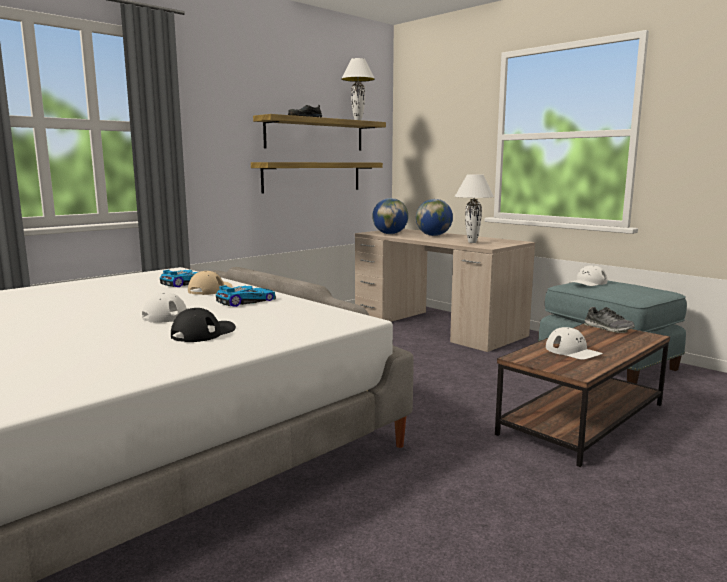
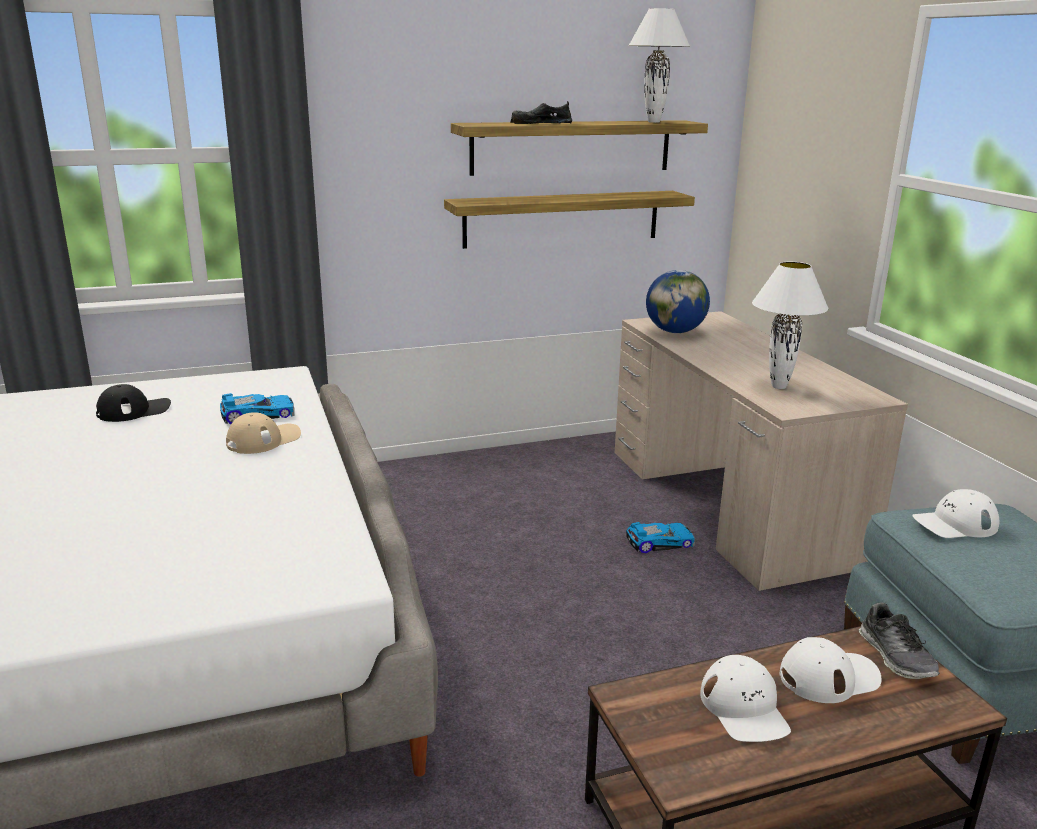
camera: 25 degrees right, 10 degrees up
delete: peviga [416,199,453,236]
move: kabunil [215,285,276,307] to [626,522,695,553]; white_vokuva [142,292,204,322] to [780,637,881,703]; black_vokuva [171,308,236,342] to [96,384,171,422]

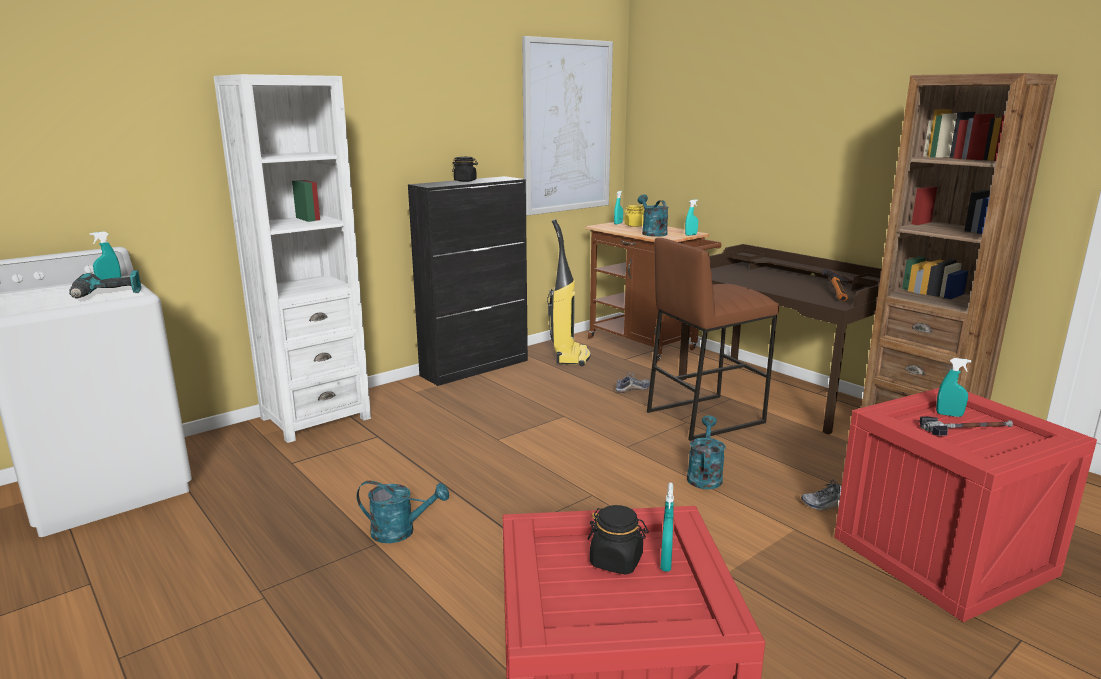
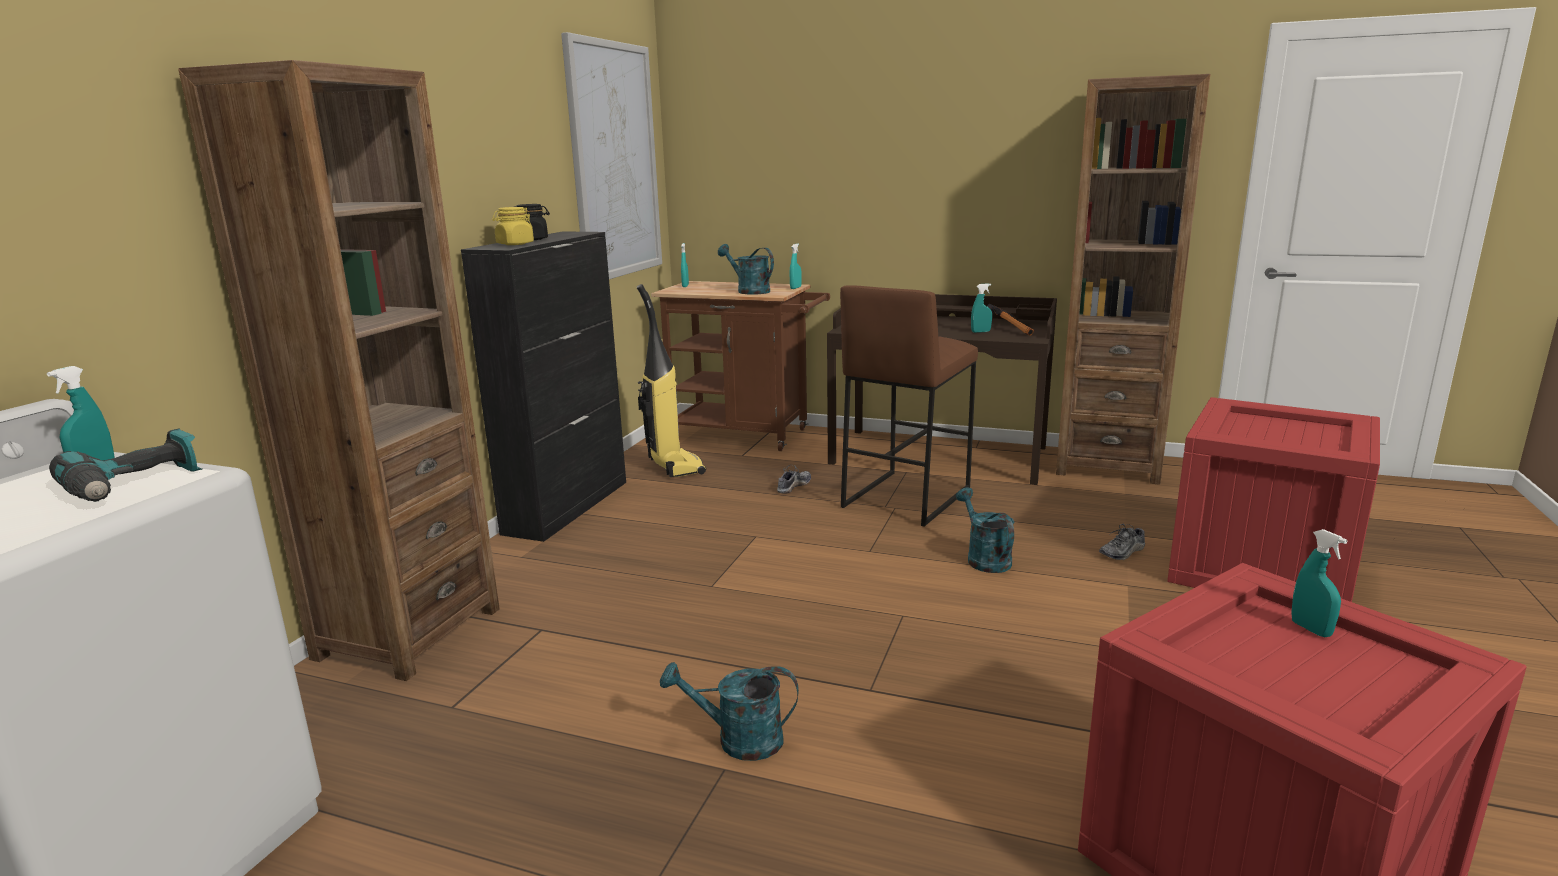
camera: 30 degrees left, 0 degrees up
delete: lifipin [920,416,1013,436]; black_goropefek [588,505,648,574]
move: yellow_goropefek [624,205,644,227] to [492,207,534,245]; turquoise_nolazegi [936,358,971,417] to [971,283,992,333]
recolor: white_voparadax [214,74,371,443] to brown_voparadax [178,60,500,681]
rotate: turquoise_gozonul [357,481,449,543] = [660,662,799,761] 150 degrees counterclockwise

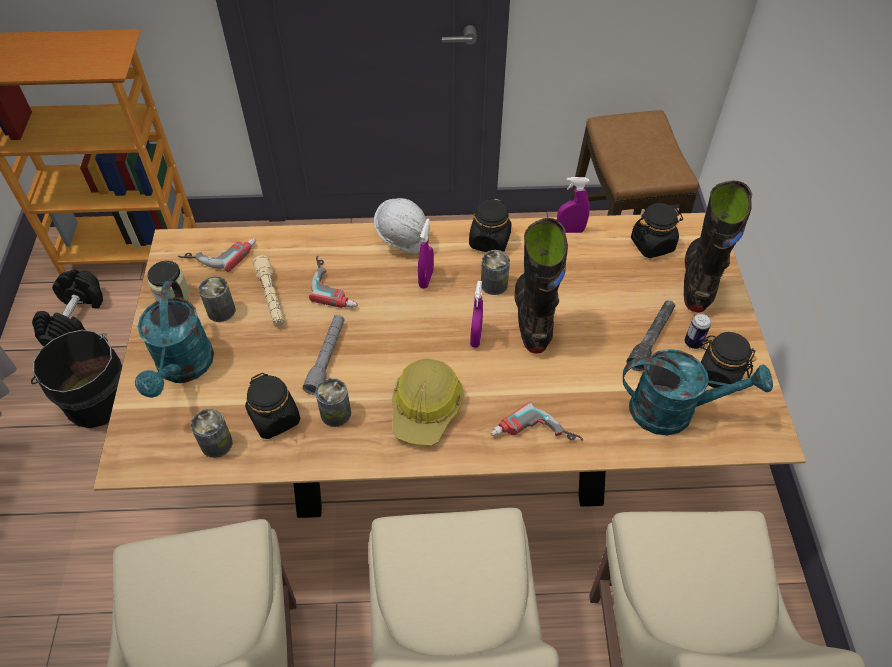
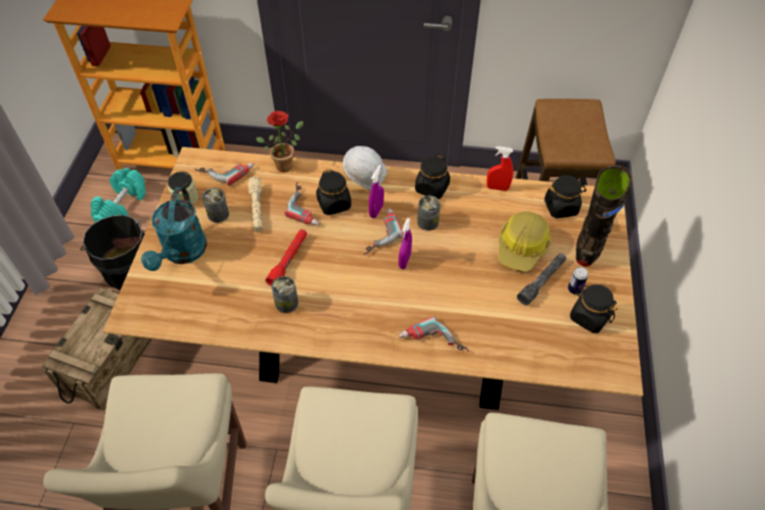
camera: 10 degrees right, 0 degrees up
delete: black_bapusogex [515,218,568,354]; turquoise_gozonul [623,349,773,435]; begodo [191,408,233,458]
insert: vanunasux [256,111,303,172]; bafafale [364,208,403,255]; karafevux [42,288,152,410]
move: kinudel [392,358,465,446] to [498,211,552,272]; black_goropefek [245,373,300,439] to [316,170,351,215]
recolor: purple_nolazegi [557,177,590,233] to red_nolazegi [487,146,513,191]; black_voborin [32,269,103,346] to turquoise_voborin [90,168,146,223]; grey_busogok [303,315,345,395] to red_busogok [265,229,307,286]

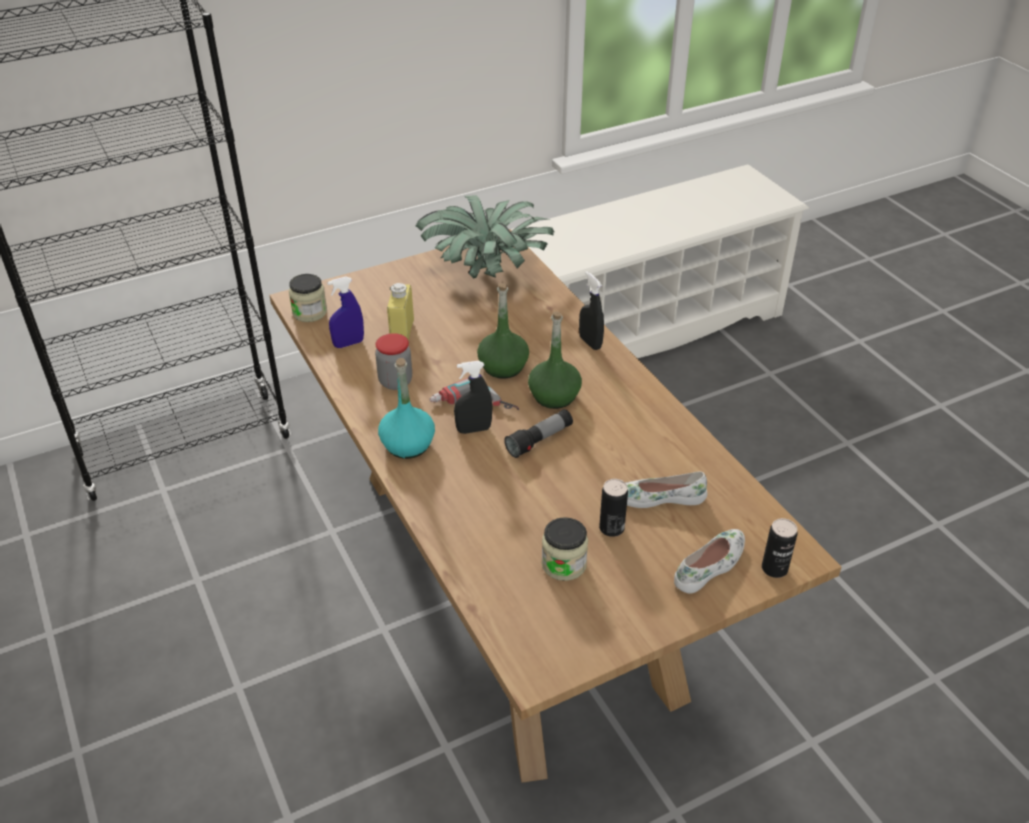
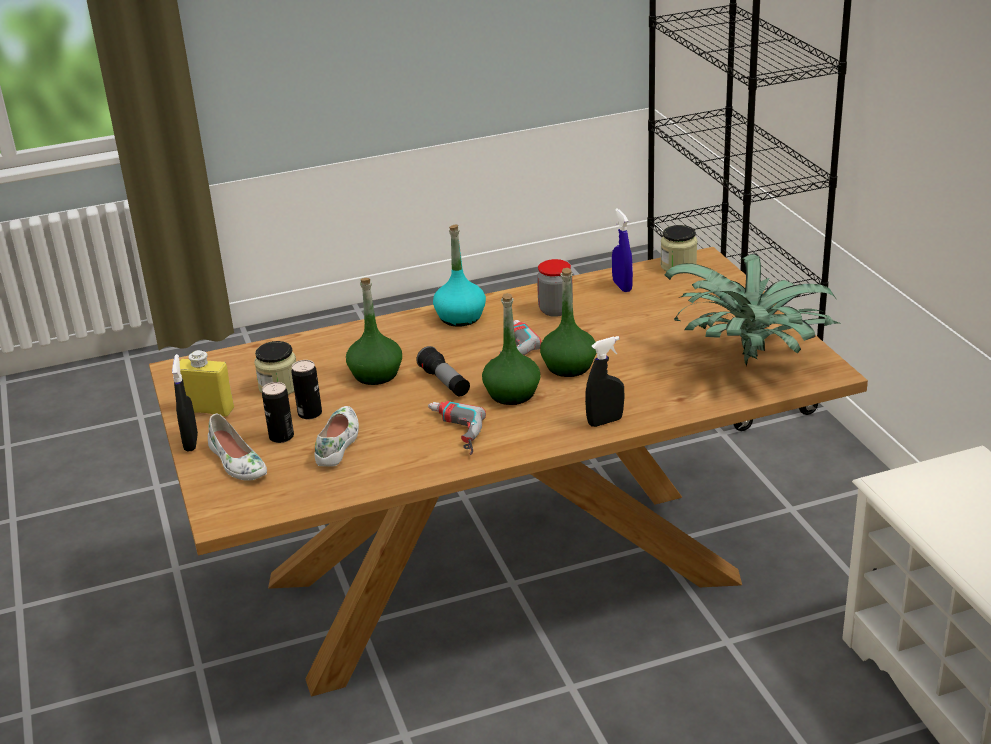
camera: 100 degrees right, 10 degrees down
insert: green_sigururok [346,278,402,385]; bafafale [428,401,486,455]
move: yellow_sigururok [387,283,414,341] to [179,350,234,417]; black_nolazegi [454,361,492,434] to [172,354,198,452]; begodo [762,518,798,578] to [262,382,294,443]

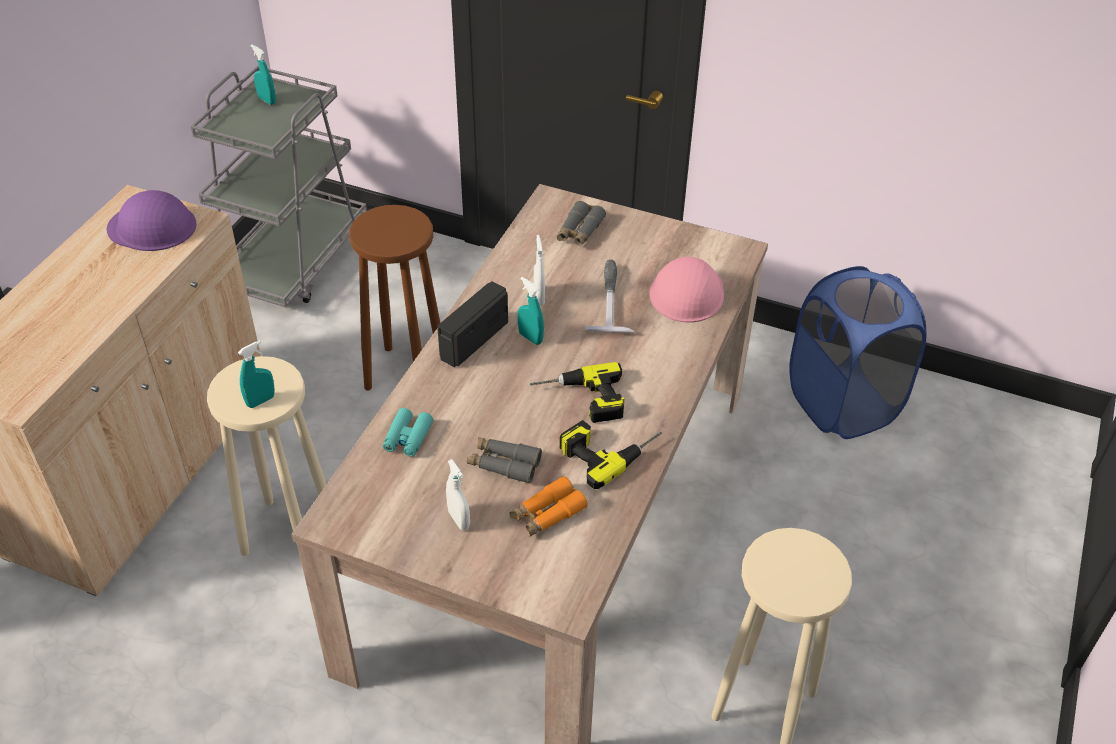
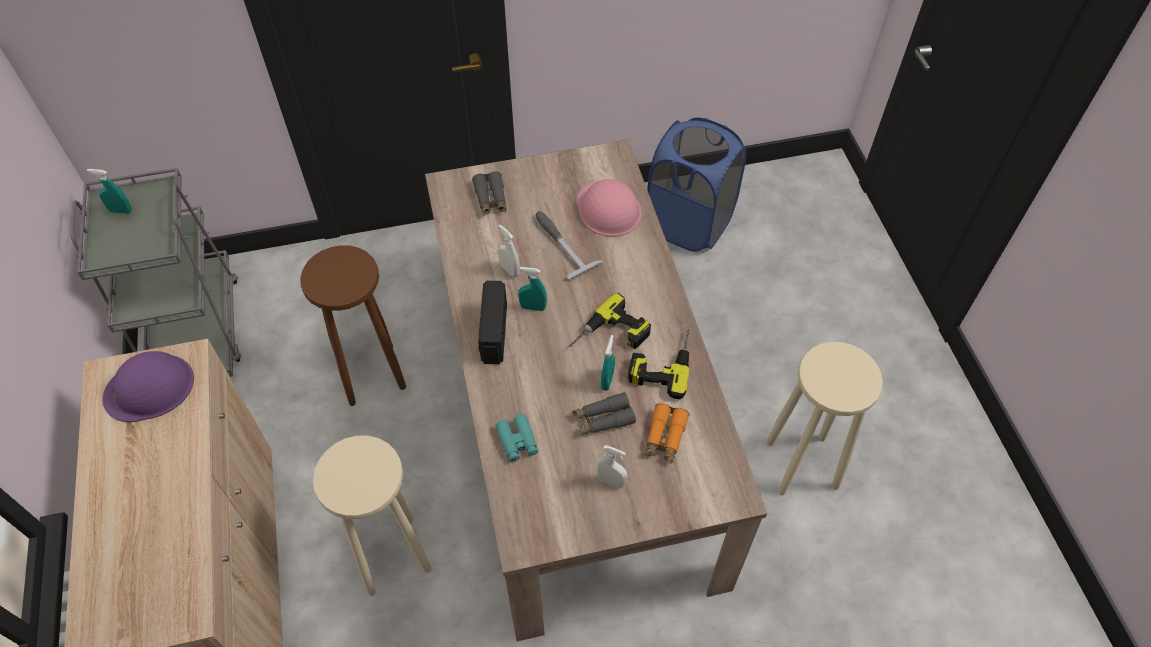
camera: 35 degrees left, 10 degrees up
move: turquoise_nolazegi [238,340,275,408] to [601,335,615,391]

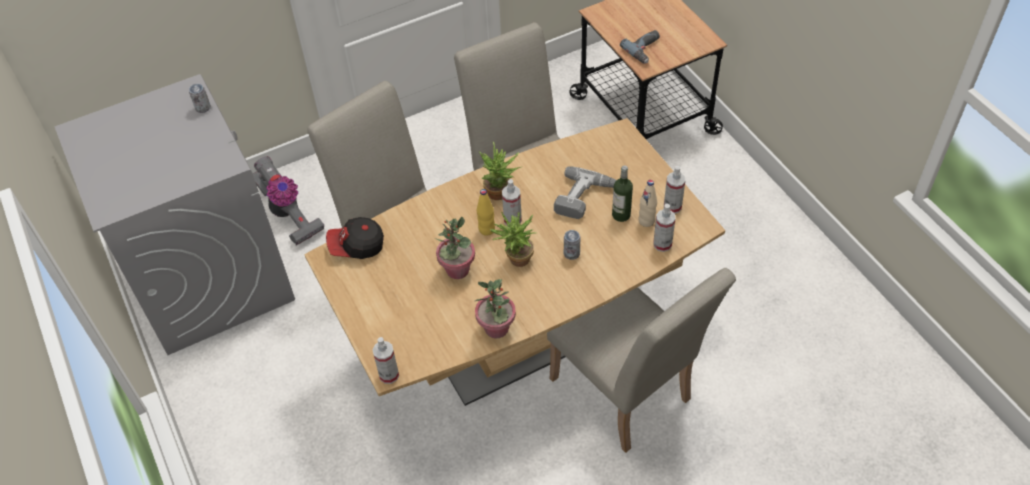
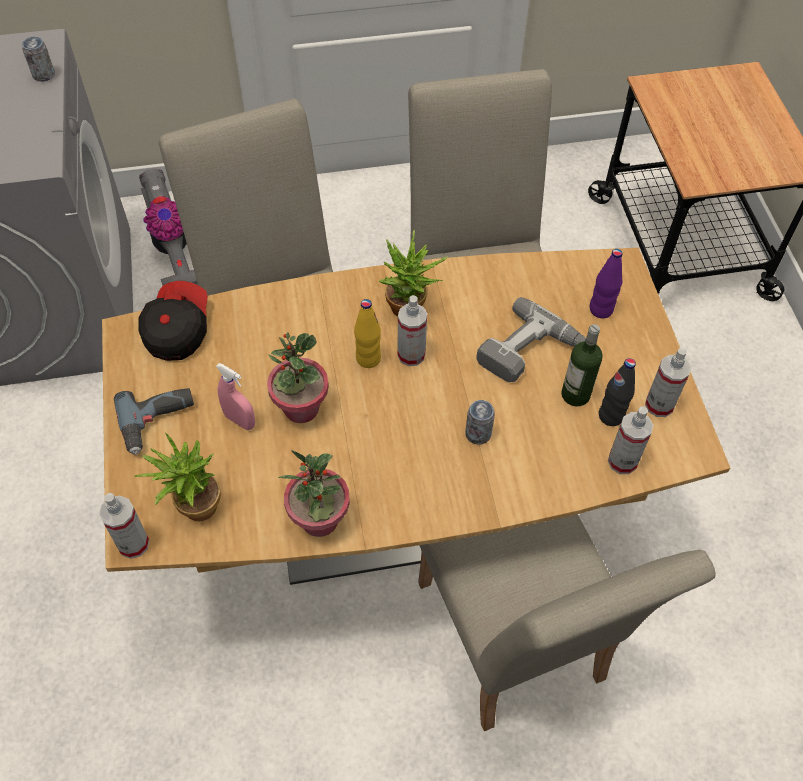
camera: 15 degrees right, 5 degrees up
insert: purple_sigururok [590,249,622,318]; pink_nolazegi [216,363,255,430]
move: bafafale [620,30,660,64] to [114,388,194,455]; vanunasux [490,212,536,267] to [135,433,221,521]
recolor: beige_sigururok [638,180,657,227] to black_sigururok [599,358,636,426]
rotate: vokuva [326,217,384,259] = [138,281,208,361] 90 degrees clockwise

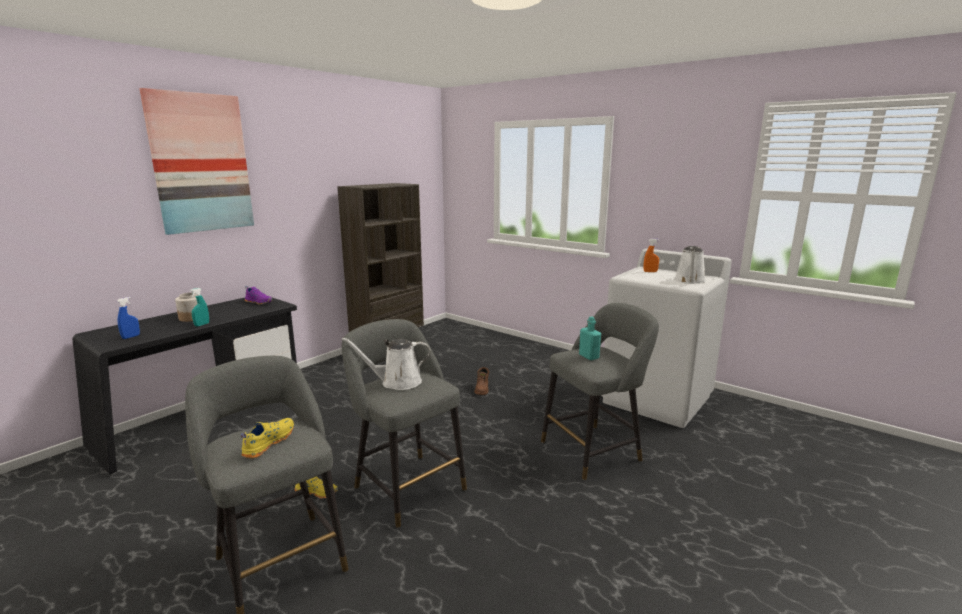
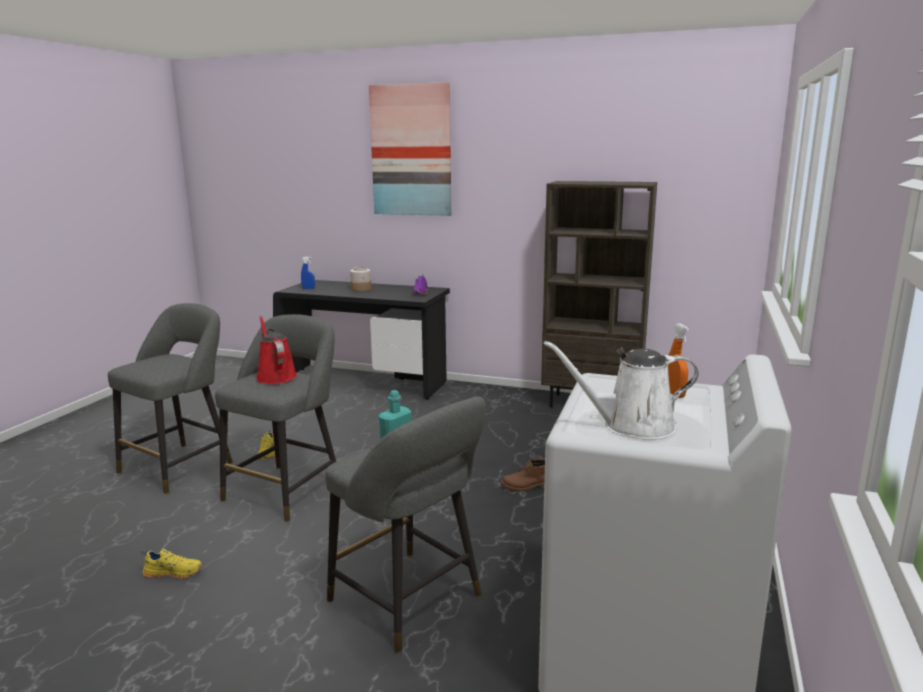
camera: 70 degrees right, 0 degrees up
delete: turquoise_nolazegi [190,288,209,327]
move: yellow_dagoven [241,418,294,458] to [142,549,202,579]
recolor: white_gozonul [342,337,430,390] to red_gozonul [256,316,297,384]

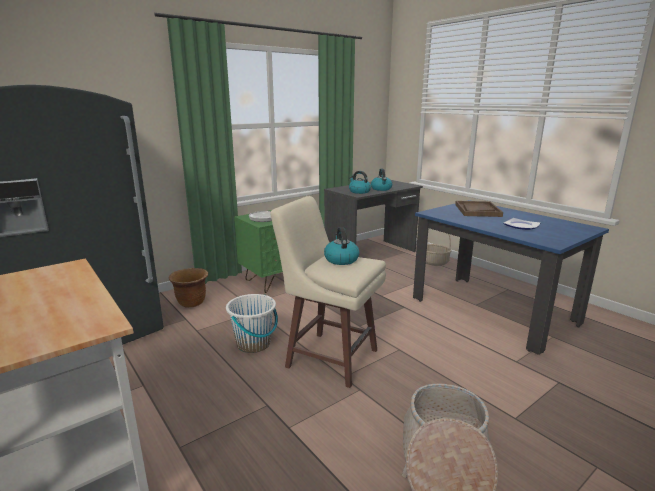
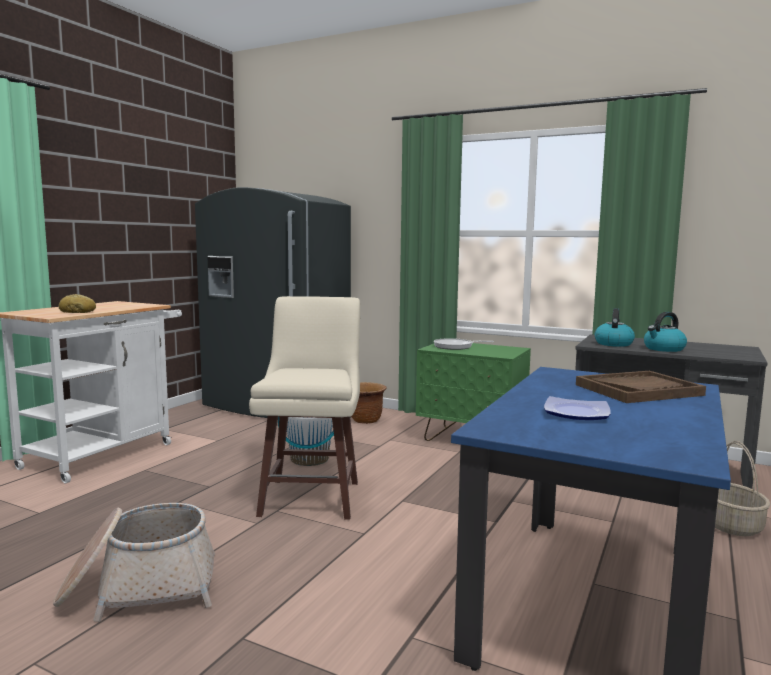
camera: 65 degrees right, 10 degrees down
delete: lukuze [324,227,359,265]
insert: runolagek [59,294,96,313]

